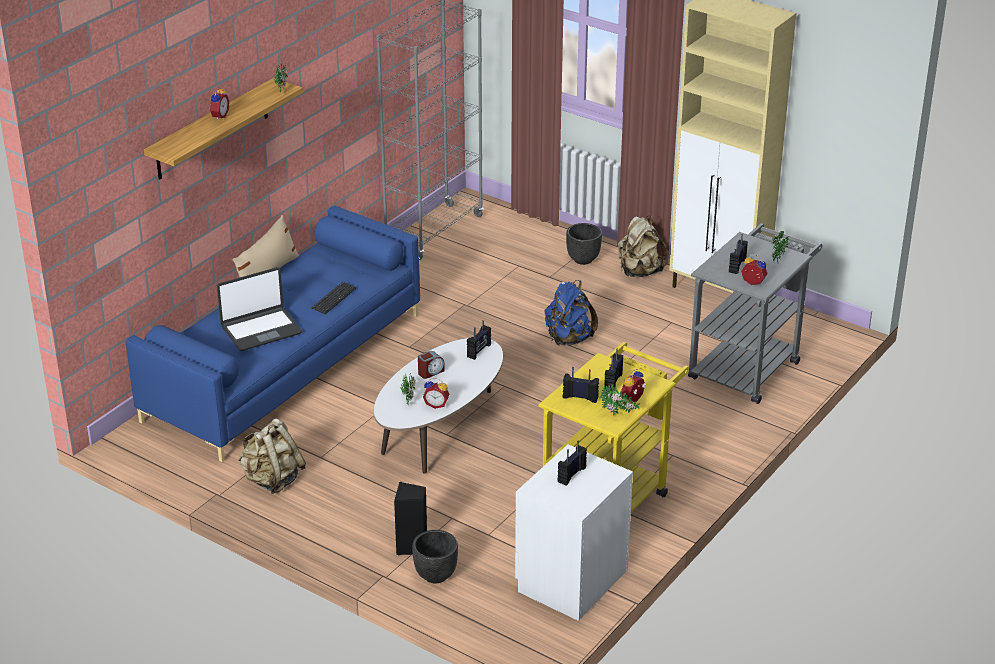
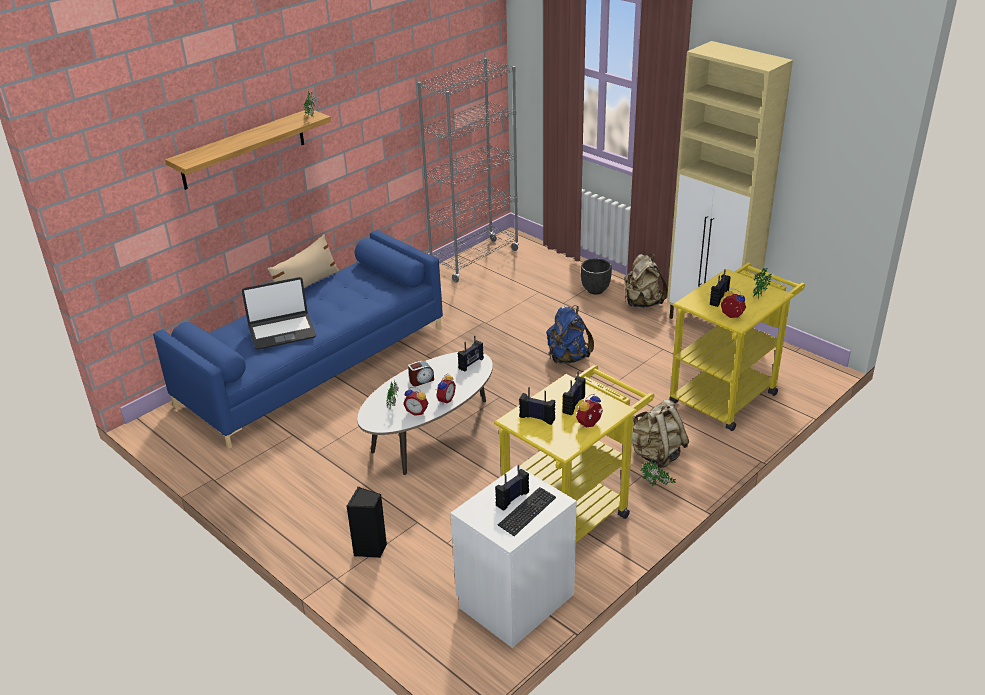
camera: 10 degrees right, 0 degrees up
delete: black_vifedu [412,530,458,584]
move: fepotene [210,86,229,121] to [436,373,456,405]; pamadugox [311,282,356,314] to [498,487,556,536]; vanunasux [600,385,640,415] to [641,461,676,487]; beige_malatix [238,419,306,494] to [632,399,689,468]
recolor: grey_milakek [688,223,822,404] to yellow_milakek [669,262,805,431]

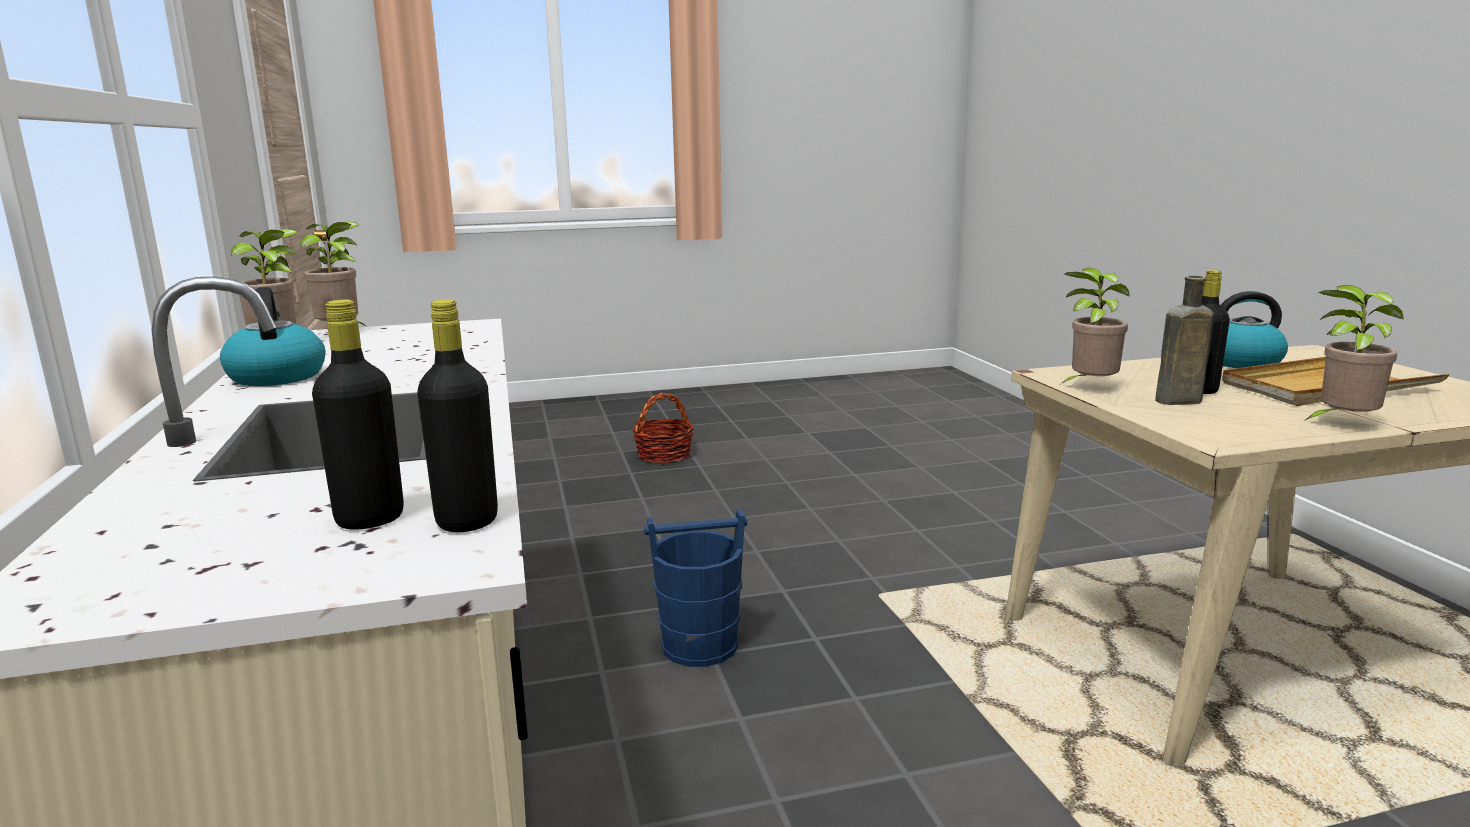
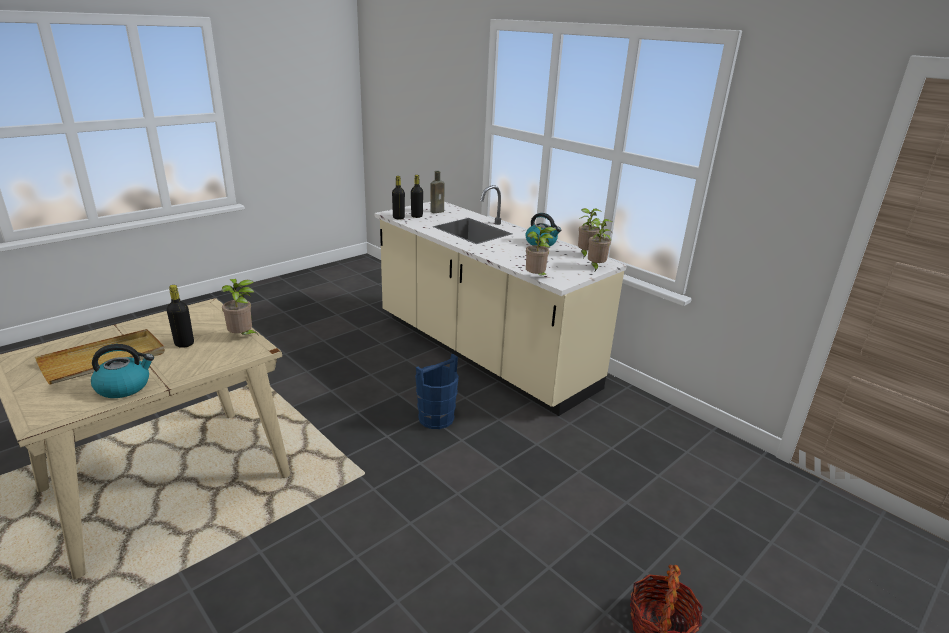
camera: 150 degrees right, 10 degrees up
move: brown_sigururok [1155,276,1214,405] to [430,171,444,213]; vanunasux [1304,285,1404,421] to [526,226,557,276]

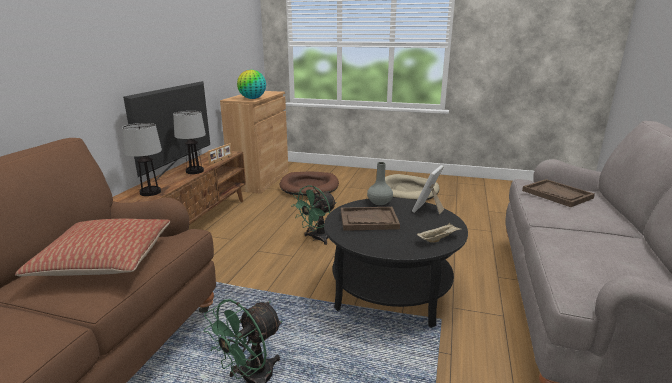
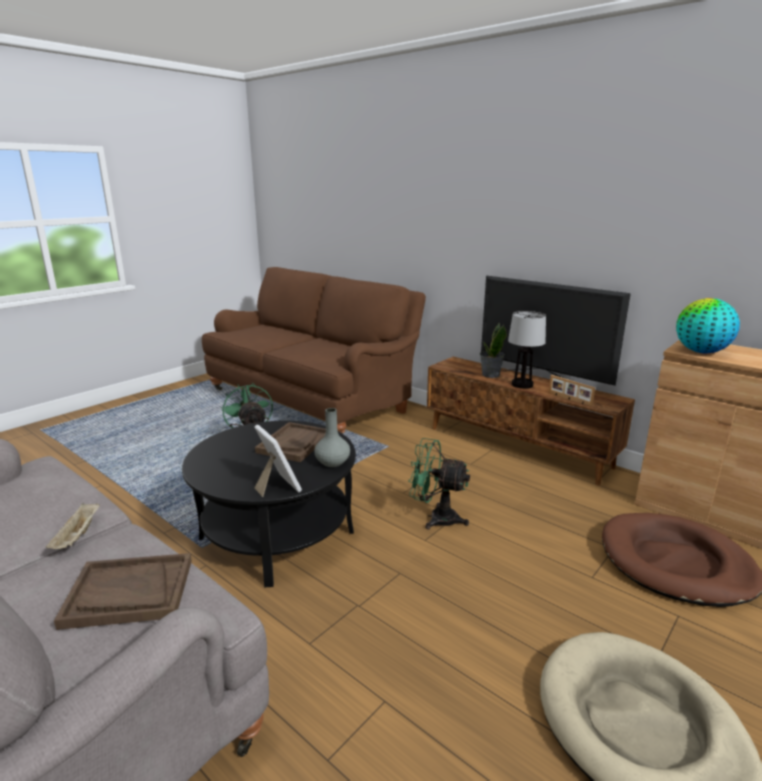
camera: 115 degrees right, 0 degrees up
delete: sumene [122,123,162,196]; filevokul [15,219,170,276]
insert: vanunasux [480,323,507,378]
move: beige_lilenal [417,223,461,243] to [46,503,100,549]
rotate: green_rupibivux [291,185,337,245] = [408,438,470,530] 45 degrees counterclockwise

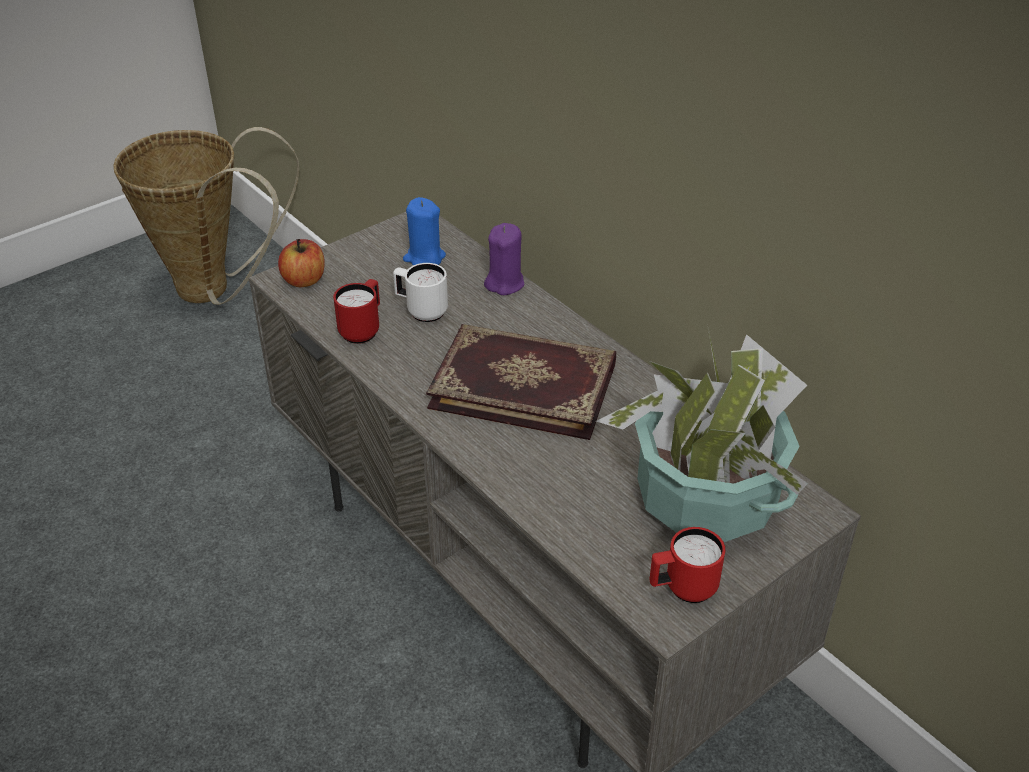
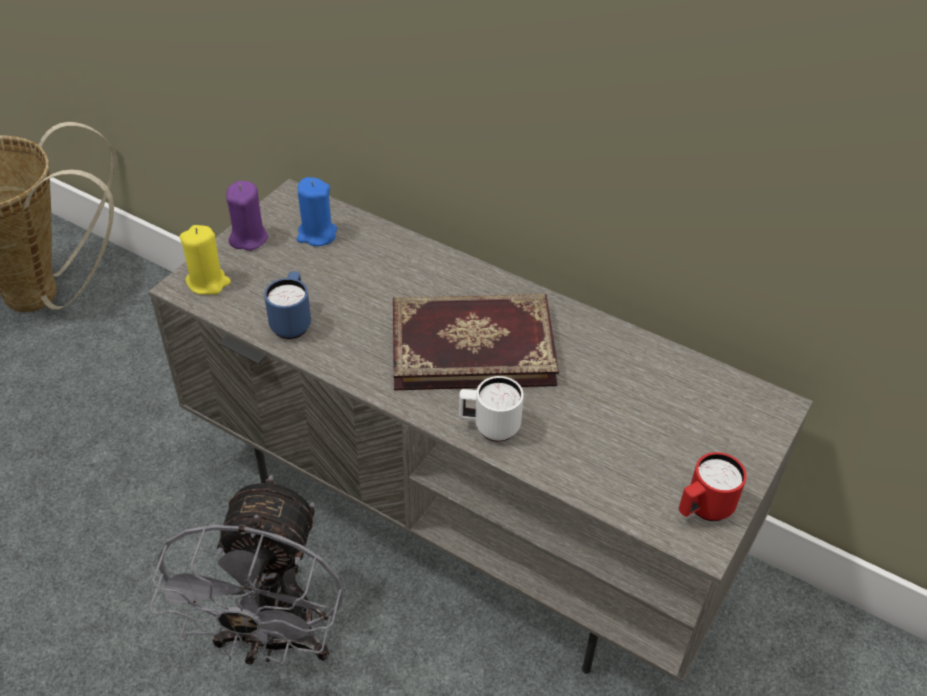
camera: 20 degrees left, 5 degrees up
delete: vanunasux [596,329,808,542]
insert: grey_rupibivux [149,475,344,665]
move: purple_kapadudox [484,223,525,295] to [226,181,268,251]; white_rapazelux [393,263,448,322] to [459,376,524,442]
replace: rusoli [278,239,325,287] to yellow_kapadudox [180,225,231,295]
recolor: red_rapazelux [333,279,380,344] to blue_rapazelux [264,271,311,339]

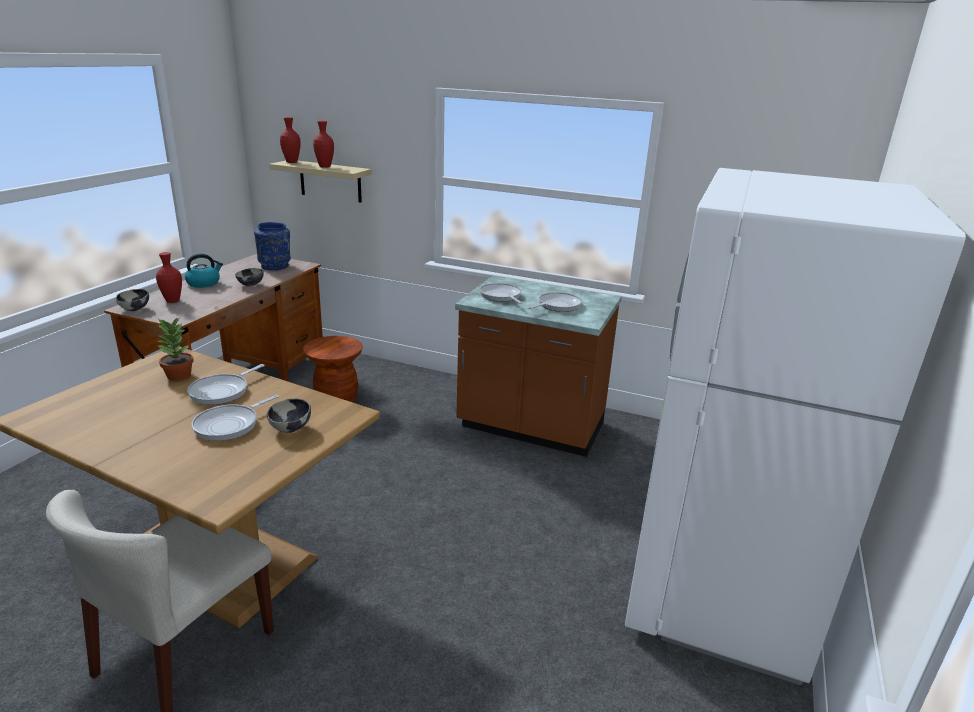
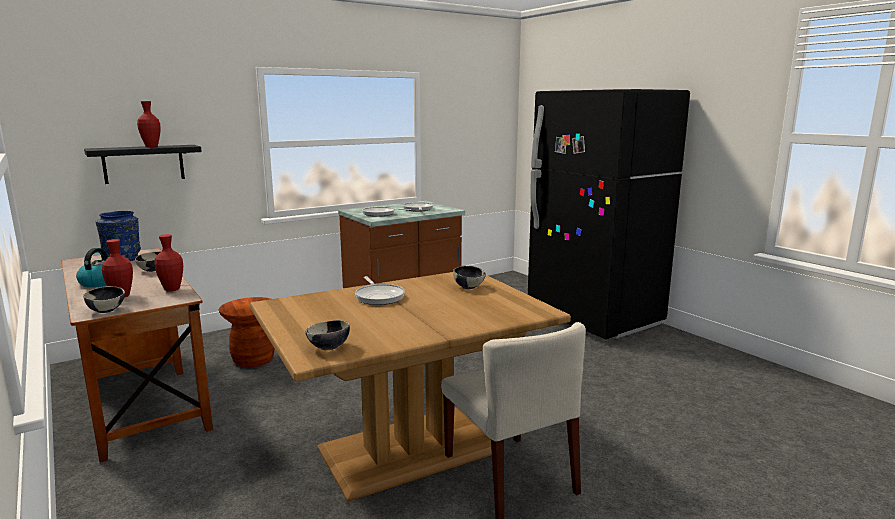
camera: 55 degrees left, 10 degrees down
delete: vanunasux [156,317,194,381]; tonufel [192,395,279,441]
insert: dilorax [305,320,350,350]
move: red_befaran [280,117,301,163] to [154,234,183,292]
recolor: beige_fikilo [269,161,372,203] to black_fikilo [84,145,202,184]; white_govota [625,168,966,685] to black_govota [528,89,690,339]

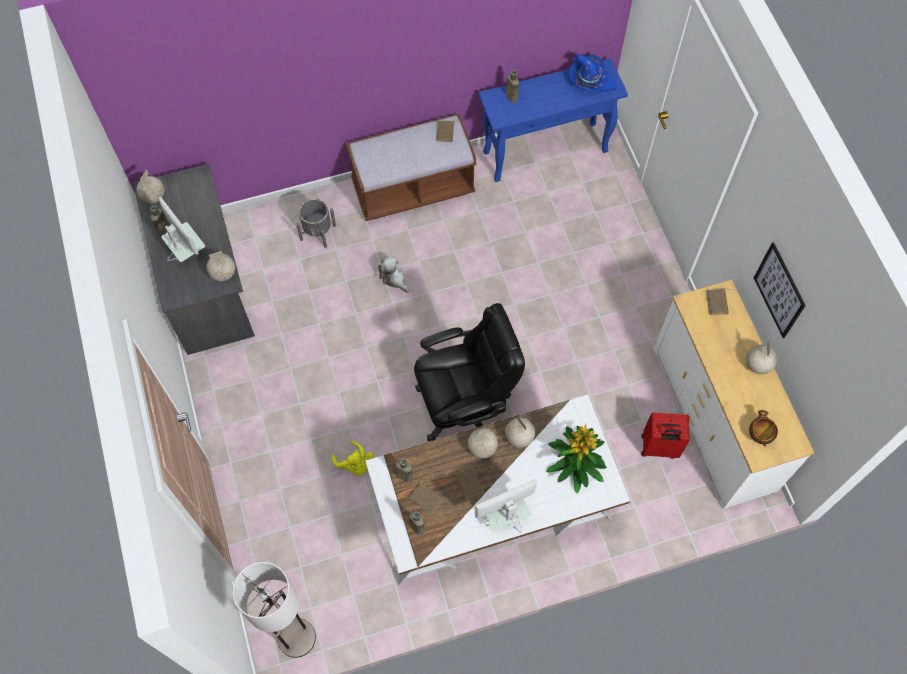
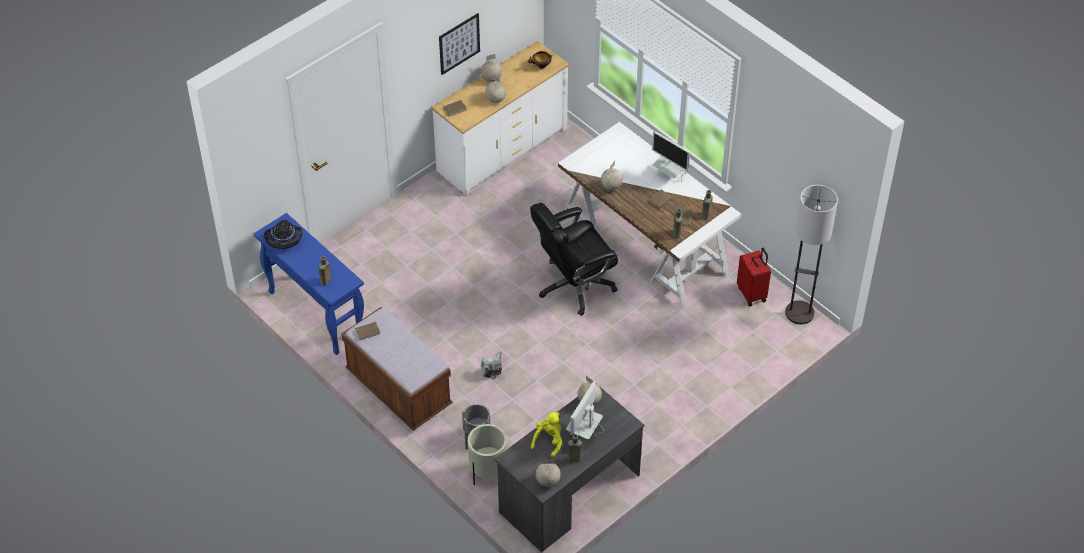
camera: 115 degrees left, 15 degrees down
delete: vanunasux [546,424,607,493]
insert: beige_vifedu [468,424,507,485]
move: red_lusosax [641,413,690,459] to [737,248,771,306]; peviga [468,428,498,458] to [485,74,506,103]; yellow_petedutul [332,441,374,475] to [531,412,562,458]
recolor: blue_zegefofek [568,54,617,92] to black_zegefofek [264,220,302,249]
rotate: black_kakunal [414,303,525,441] = [530,203,618,316] 75 degrees counterclockwise

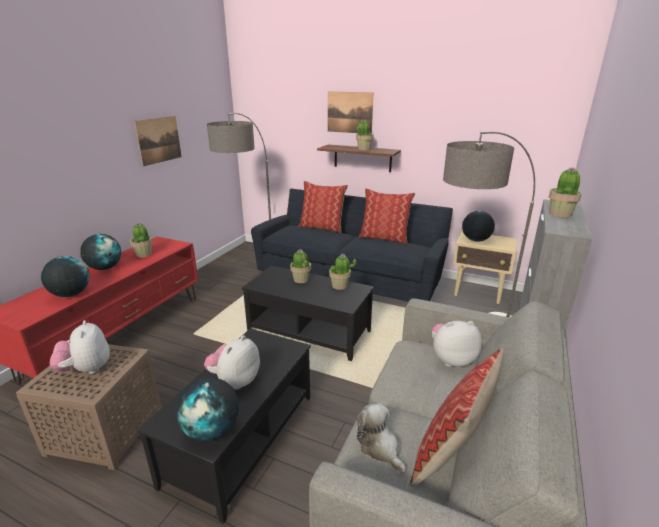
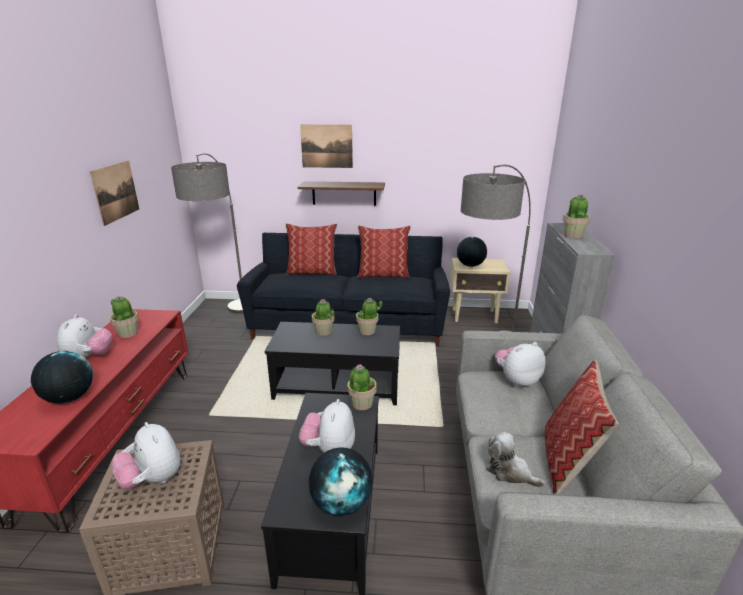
camera: 20 degrees left, 0 degrees up
move: vanunasux [356,119,374,150] to [348,364,376,410]
replace: peviga [80,234,121,270] to petedutul [56,314,112,357]

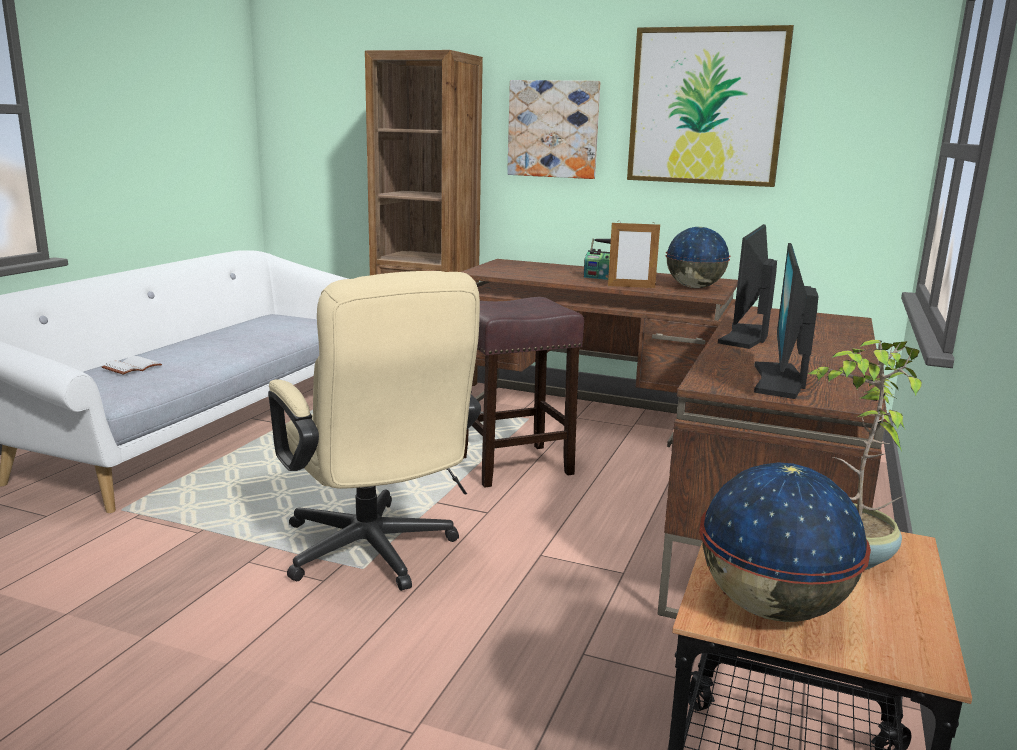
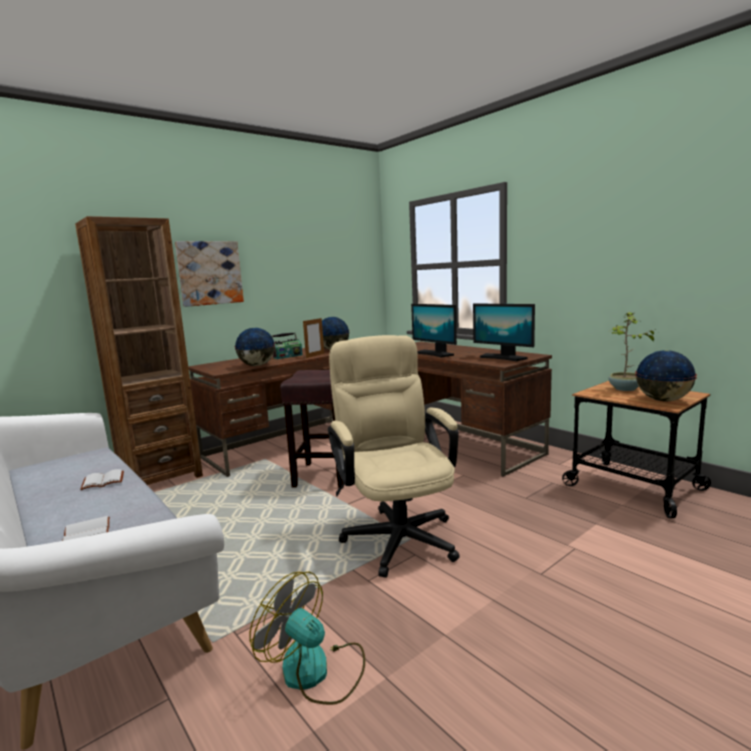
camera: 60 degrees left, 5 degrees down
delete: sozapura [627,25,794,187]
insert: peviga [234,328,276,366]; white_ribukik [80,469,124,490]; rupibivux [250,572,365,705]
rotate: beige_kakunal [268,271,481,591] = [328,335,460,578] 105 degrees counterclockwise

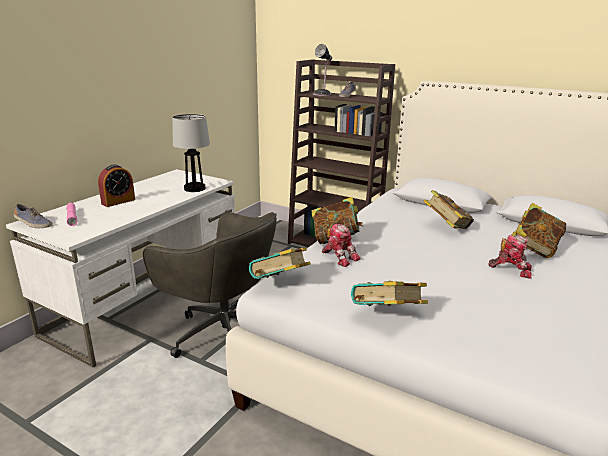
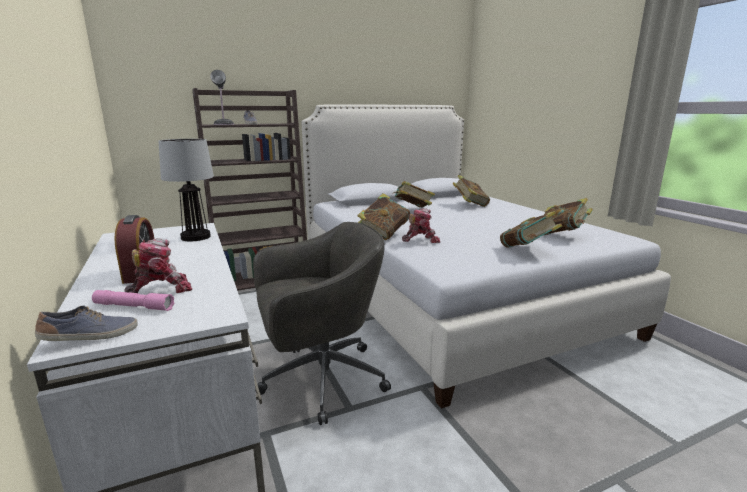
camera: 55 degrees left, 5 degrees down
move: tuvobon [488,235,532,279] to [124,238,192,293]; ribukik [249,247,311,279] to [544,198,593,235]

